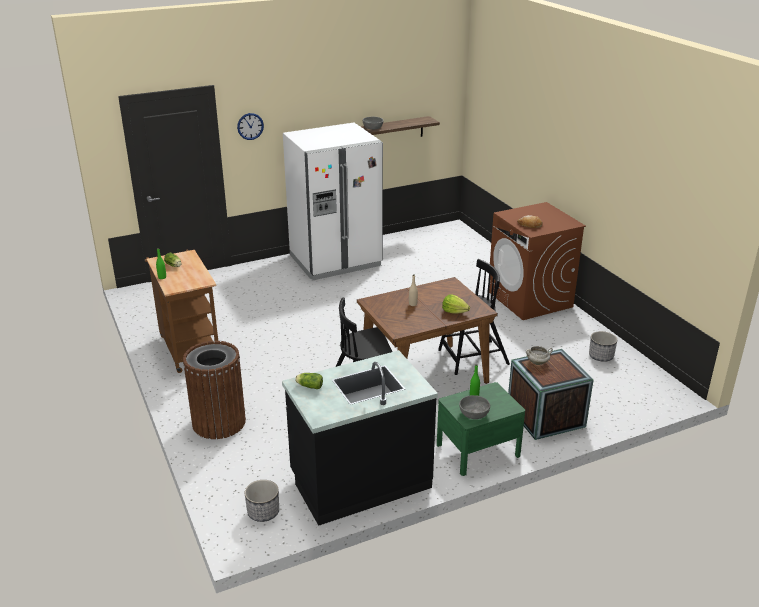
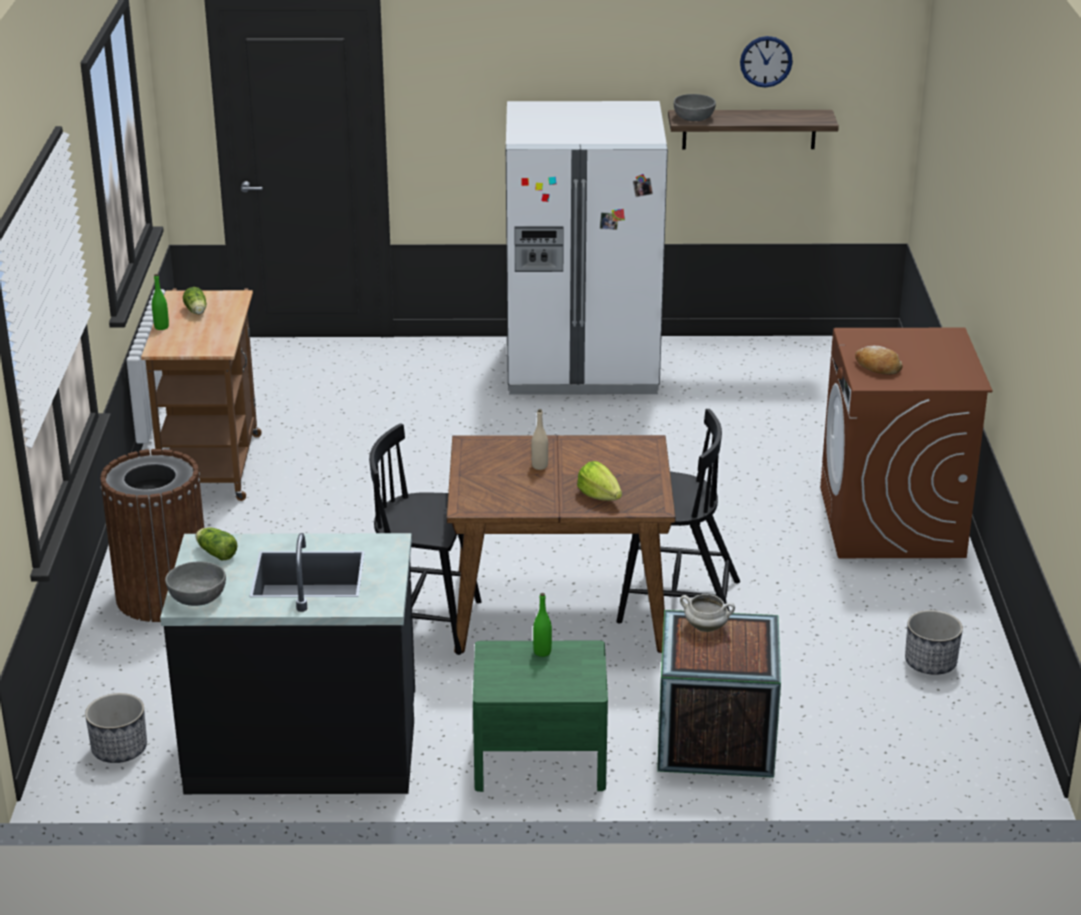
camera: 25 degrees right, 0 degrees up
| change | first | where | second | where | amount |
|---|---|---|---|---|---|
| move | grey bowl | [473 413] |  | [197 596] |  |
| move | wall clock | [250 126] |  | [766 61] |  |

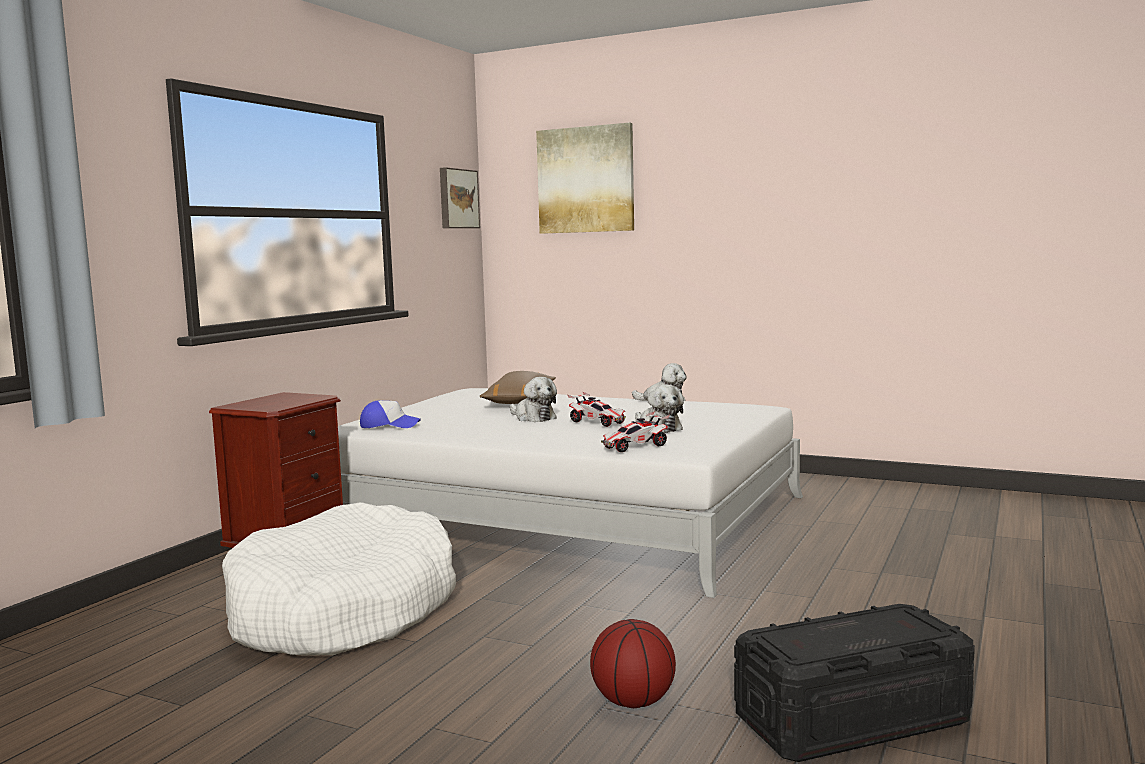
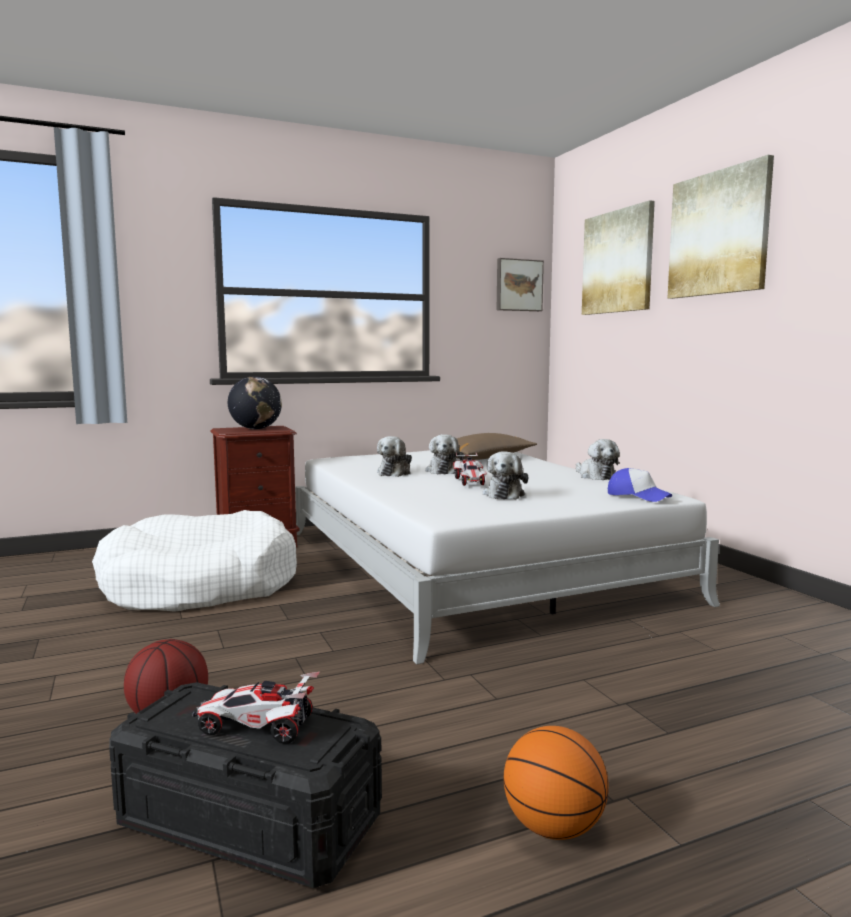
camera: 40 degrees right, 0 degrees up
| change | first | where | second | where | amount |
|---|---|---|---|---|---|
| move | toy car | [635 447] |  | [256 728] |  |
| insert |  |  | globe | [256 429] |  |
| insert |  |  | plush toy | [395 473] |  |
| insert |  |  | basketball | [553 827] |  |
| move | cap | [389 425] |  | [638 496] |  |
| insert |  |  | picture | [718 233] |  |

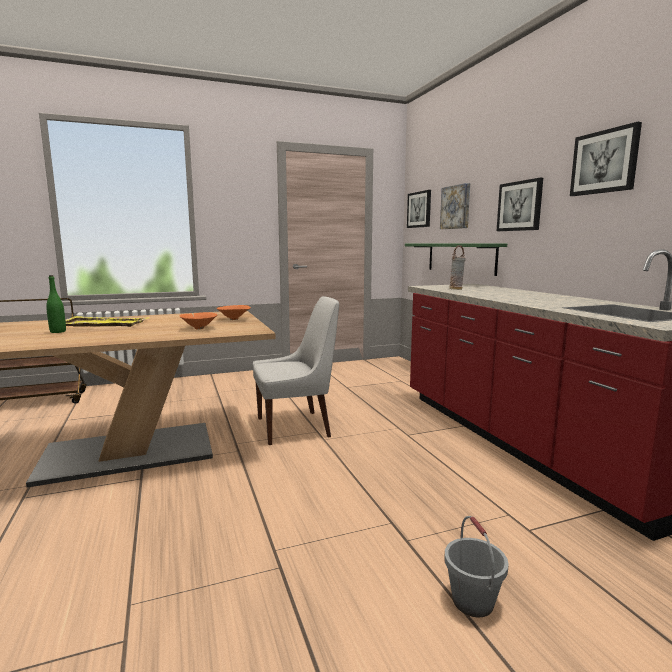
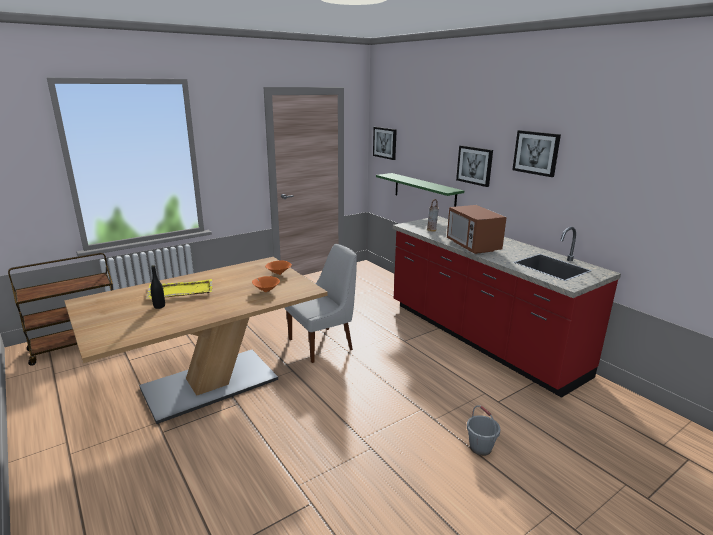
camera: 15 degrees left, 10 degrees up
| change | first | where | second | where | amount |
|---|---|---|---|---|---|
| recolor | green bottle | [58 331] | black bottle | [159 306] |  |
| insert |  |  | microwave | [472 246] |  |
| delete | picture | [456 207] |  |  |  |

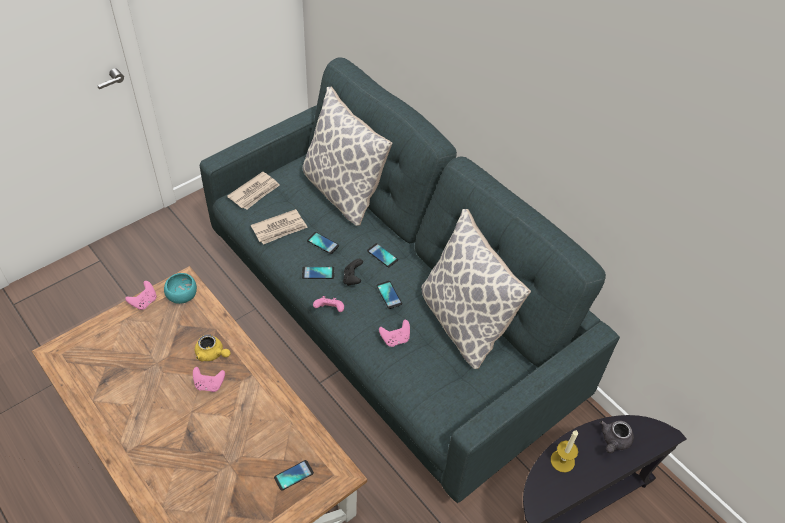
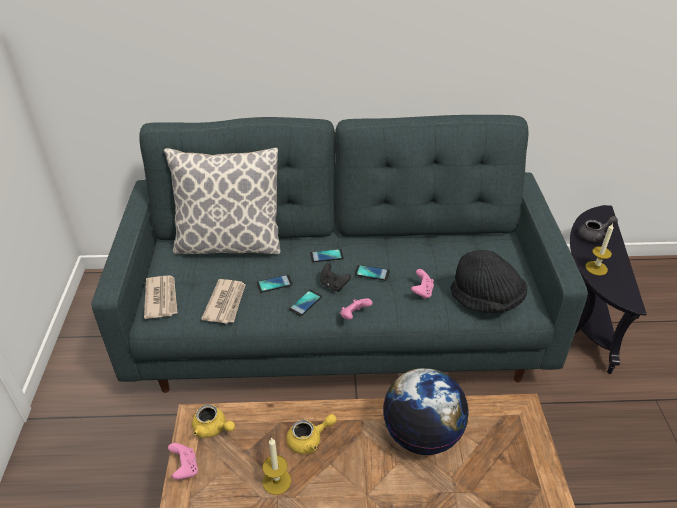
camera: 50 degrees left, 10 degrees down
| change | first | where | second | where | amount |
|---|---|---|---|---|---|
| replace | turquoise bowl | [183 296] | yellow teapot | [213 429] |  |
| insert |  |  | candle | [276 481] |  |
| insert |  |  | globe | [422 434] |  |
| insert |  |  | black hat | [486 300] |  |
| rotate | grey teapot | [614 441] |  | [594 236] | 90 degrees counterclockwise |
| delete | pink game controller | [209 385] |  |  |  |
| delete | phone | [293 475] |  |  |  |
| delete | pillow | [463 321] |  |  |  |

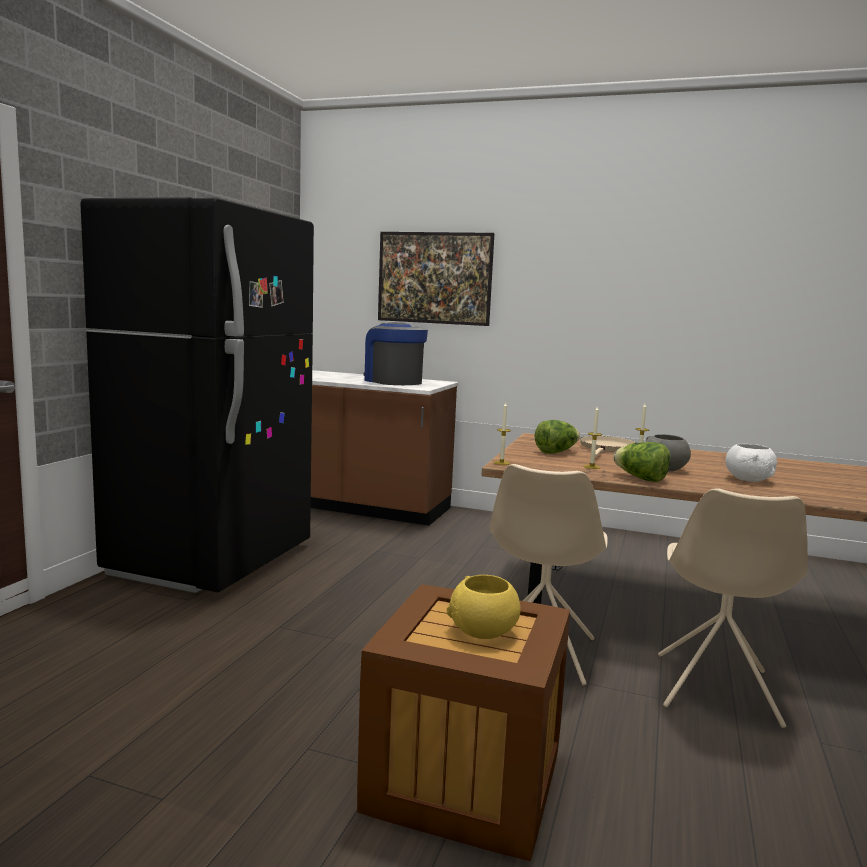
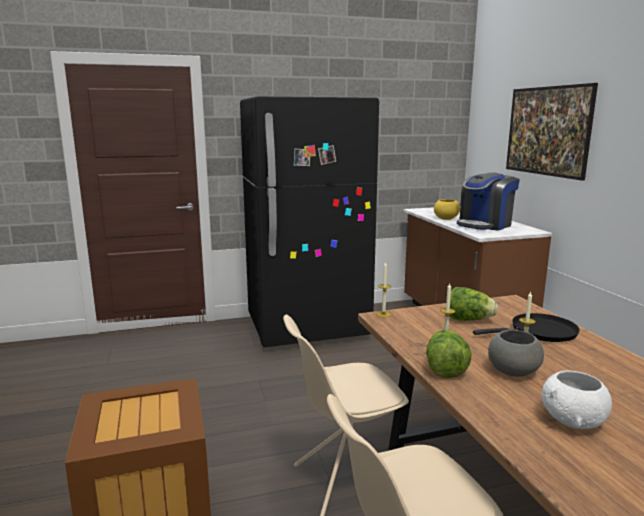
camera: 55 degrees right, 5 degrees up
| change | first | where | second | where | amount |
|---|---|---|---|---|---|
| move | yellow bowl | [483 632] |  | [446 218] |  |
| rotate | coffee machine | [392 381] |  | [485 225] | 150 degrees counterclockwise |
| recolor | beige frying pan | [607 448] | black frying pan | [539 332] |  |

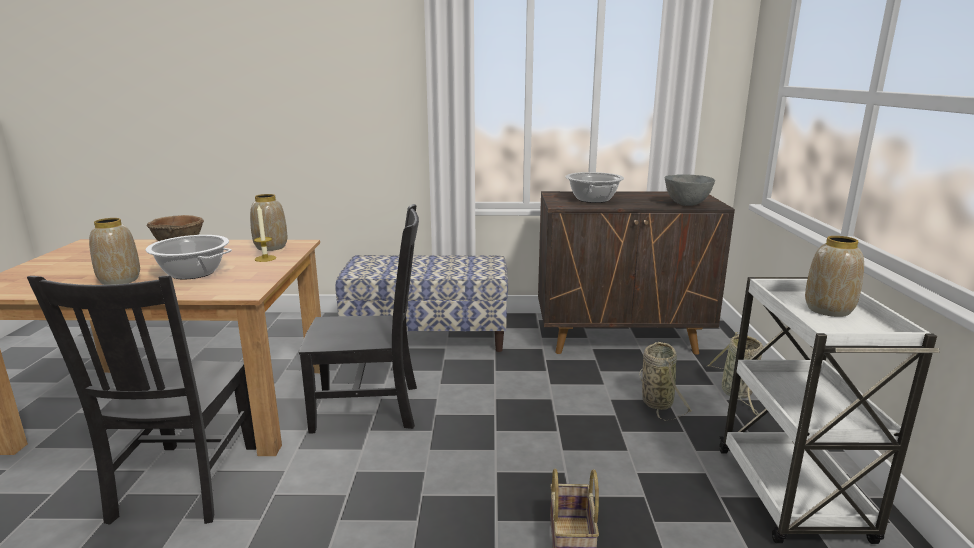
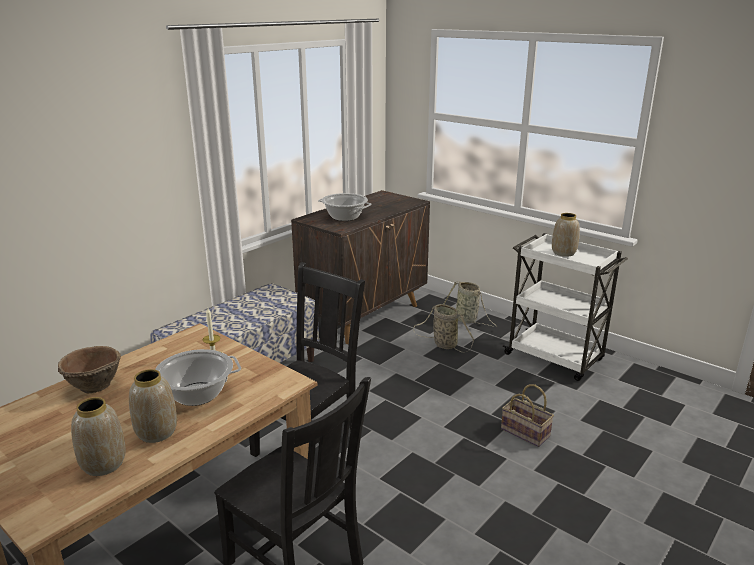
camera: 50 degrees left, 5 degrees up
| change | first | where | second | where | amount |
|---|---|---|---|---|---|
| move | vase | [271 247] |  | [104 464] |  |
| delete | grey bowl | [687 204] |  |  |  |

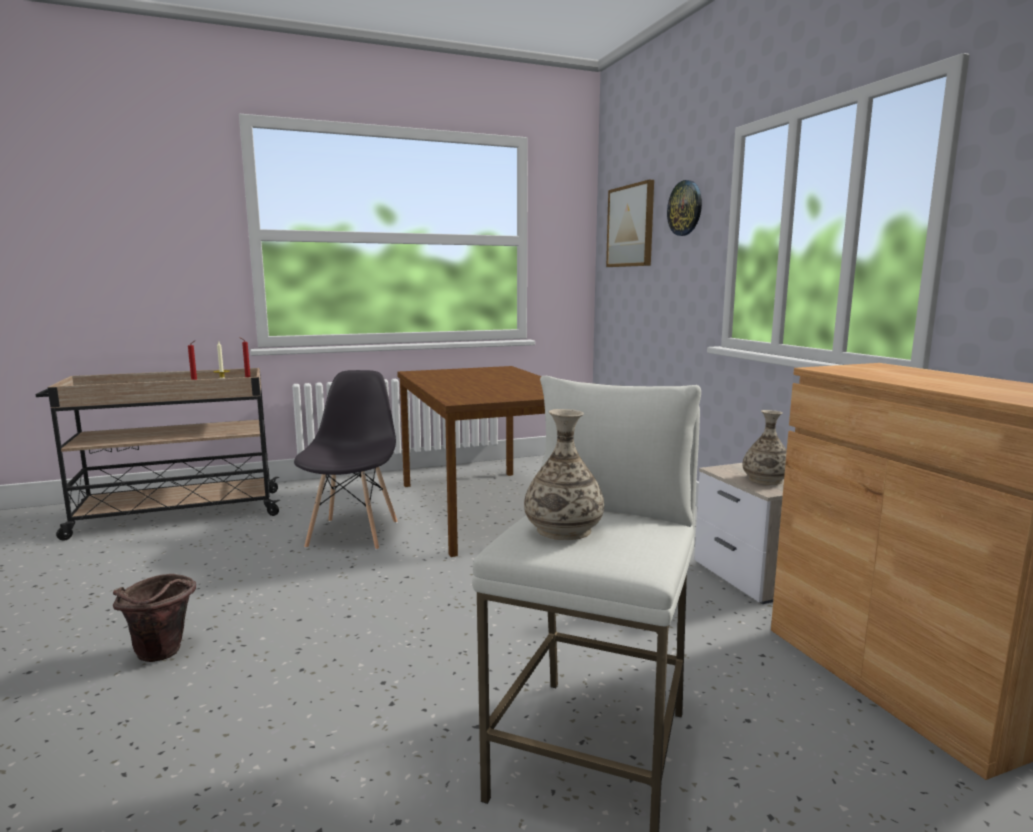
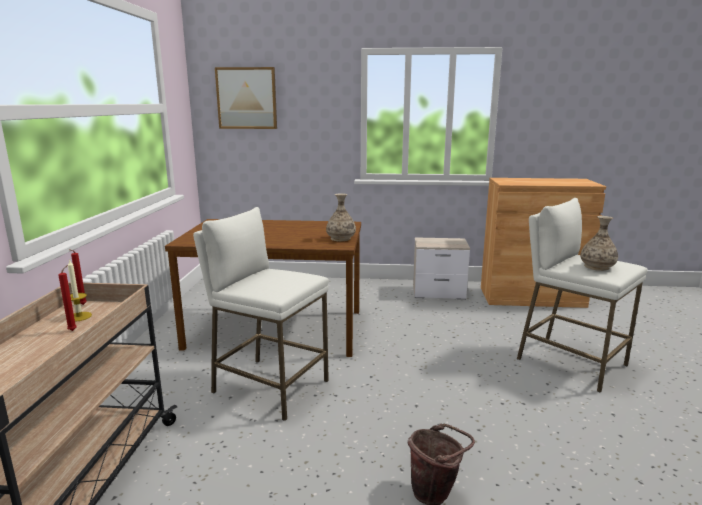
camera: 65 degrees left, 5 degrees up
| change | first | where | second | where | amount |
|---|---|---|---|---|---|
| replace | grey chair | [353 534] | white stool | [269 387] |  |
| move | vase | [765 480] |  | [341 238] |  |
| delete | wall clock | [685 208] |  |  |  |

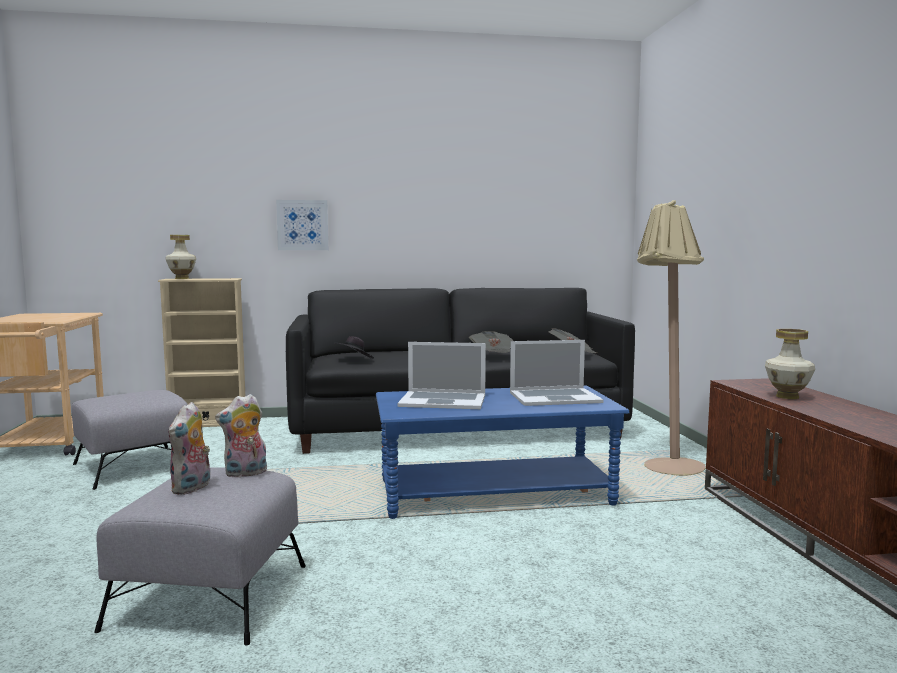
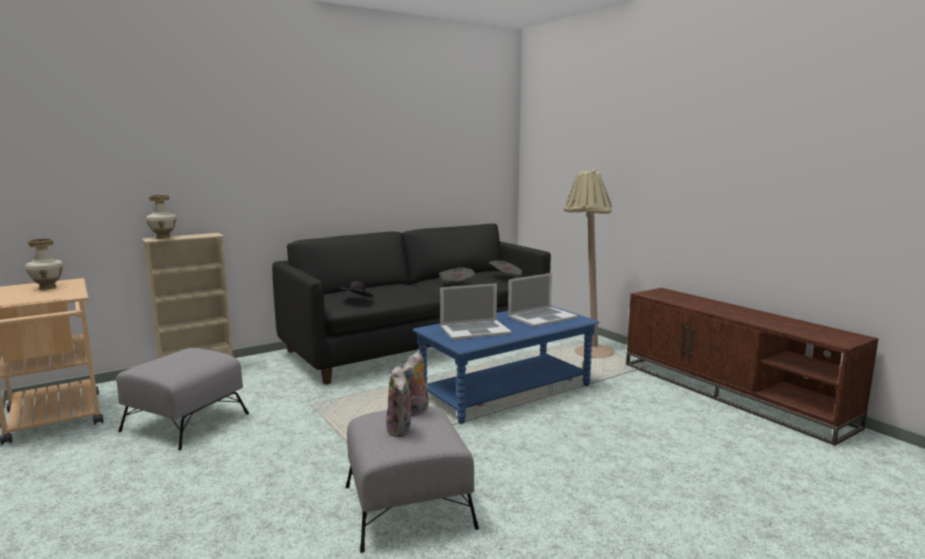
camera: 25 degrees left, 5 degrees up
| change | first | where | second | where | amount |
|---|---|---|---|---|---|
| move | vase | [786 396] |  | [47 287] |  |
| delete | picture | [302 225] |  |  |  |

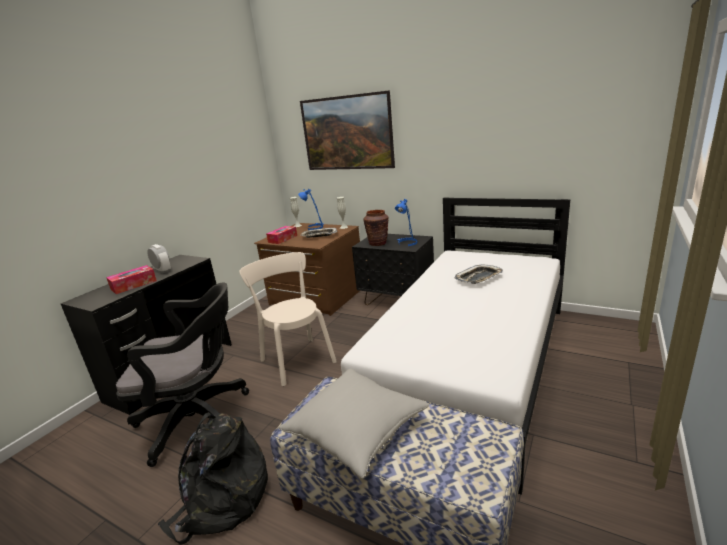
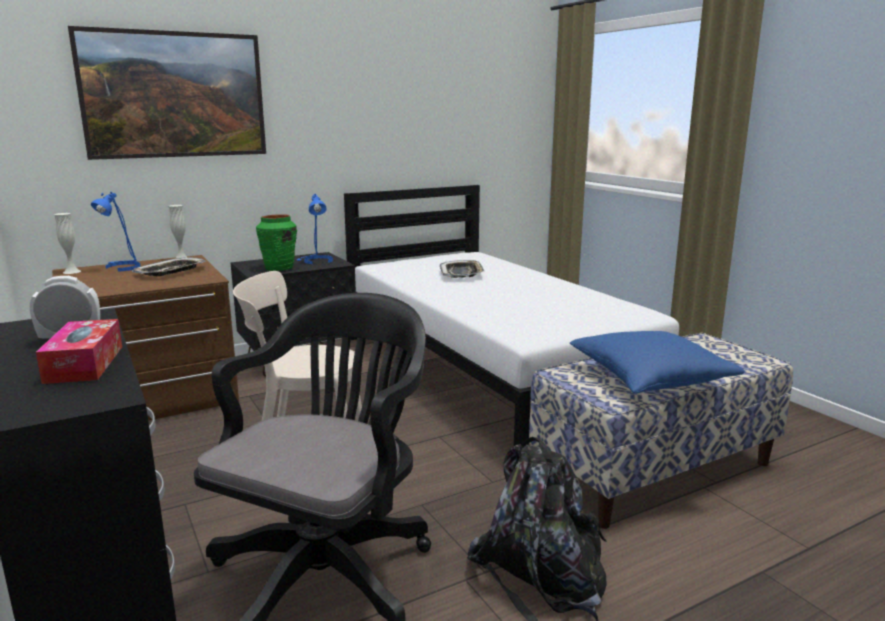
camera: 60 degrees left, 5 degrees down
| change | first | where | second | where | amount |
|---|---|---|---|---|---|
| recolor | brown vase | [378 243] | green vase | [279 268] |  |
| recolor | grey pillow | [356 430] | blue pillow | [650 378] |  |
| delete | tissue box | [282 239] |  |  |  |

